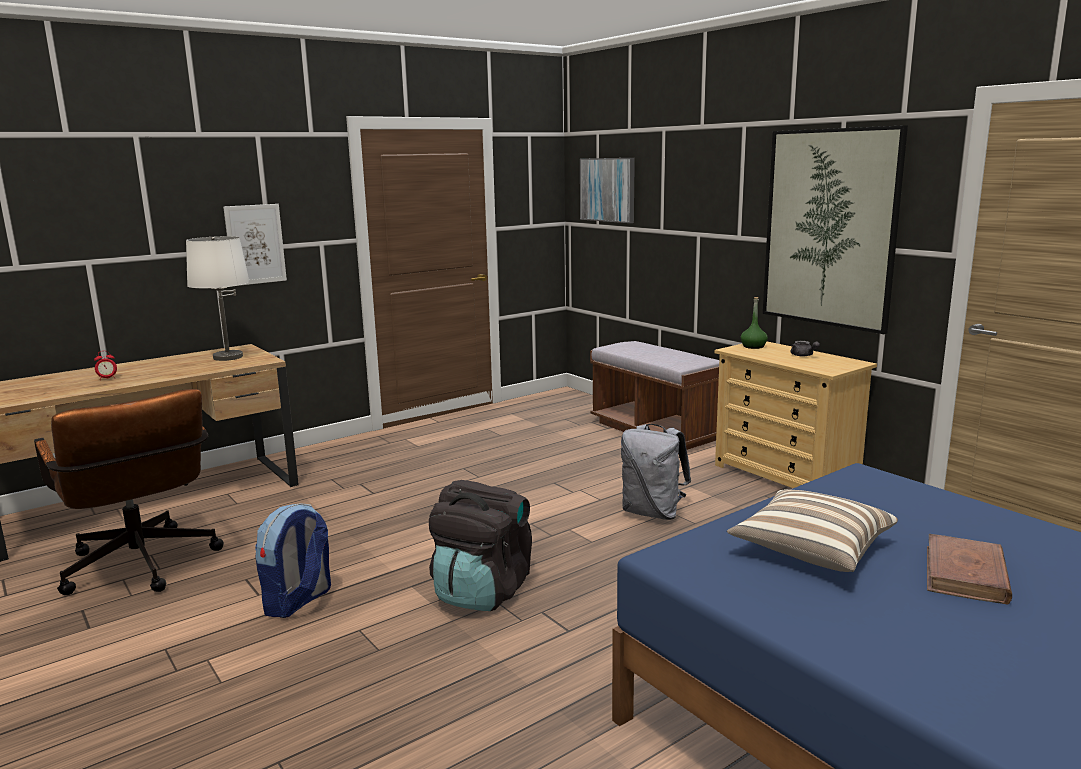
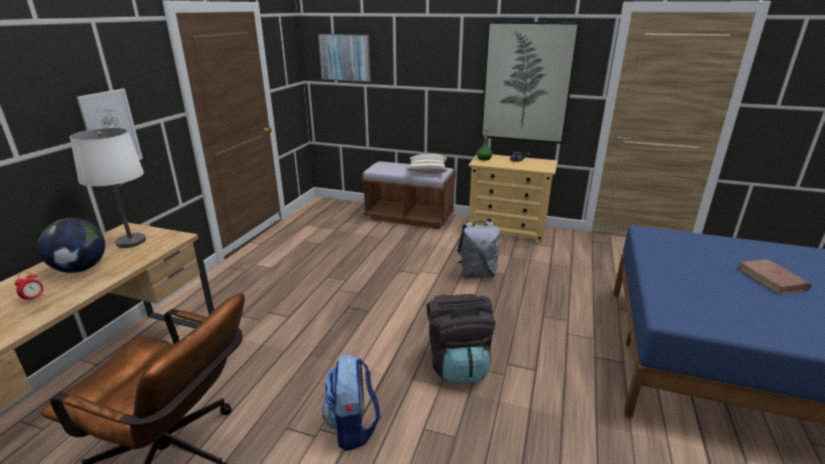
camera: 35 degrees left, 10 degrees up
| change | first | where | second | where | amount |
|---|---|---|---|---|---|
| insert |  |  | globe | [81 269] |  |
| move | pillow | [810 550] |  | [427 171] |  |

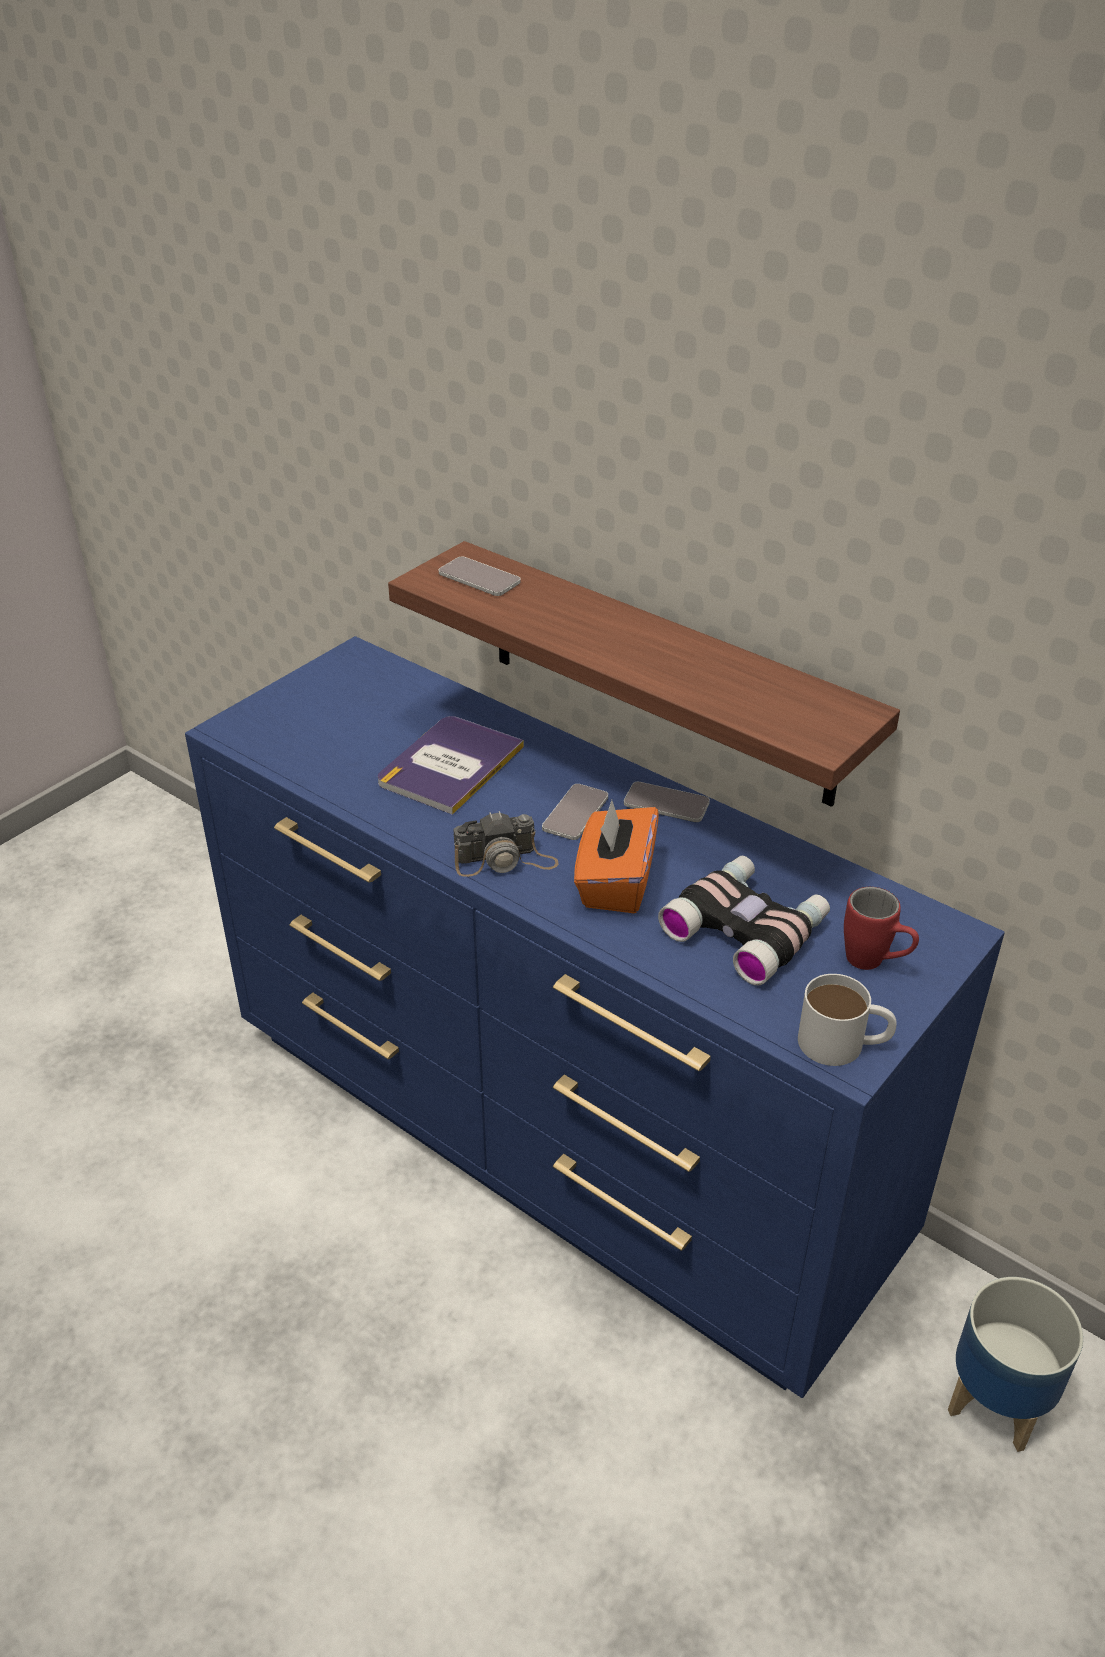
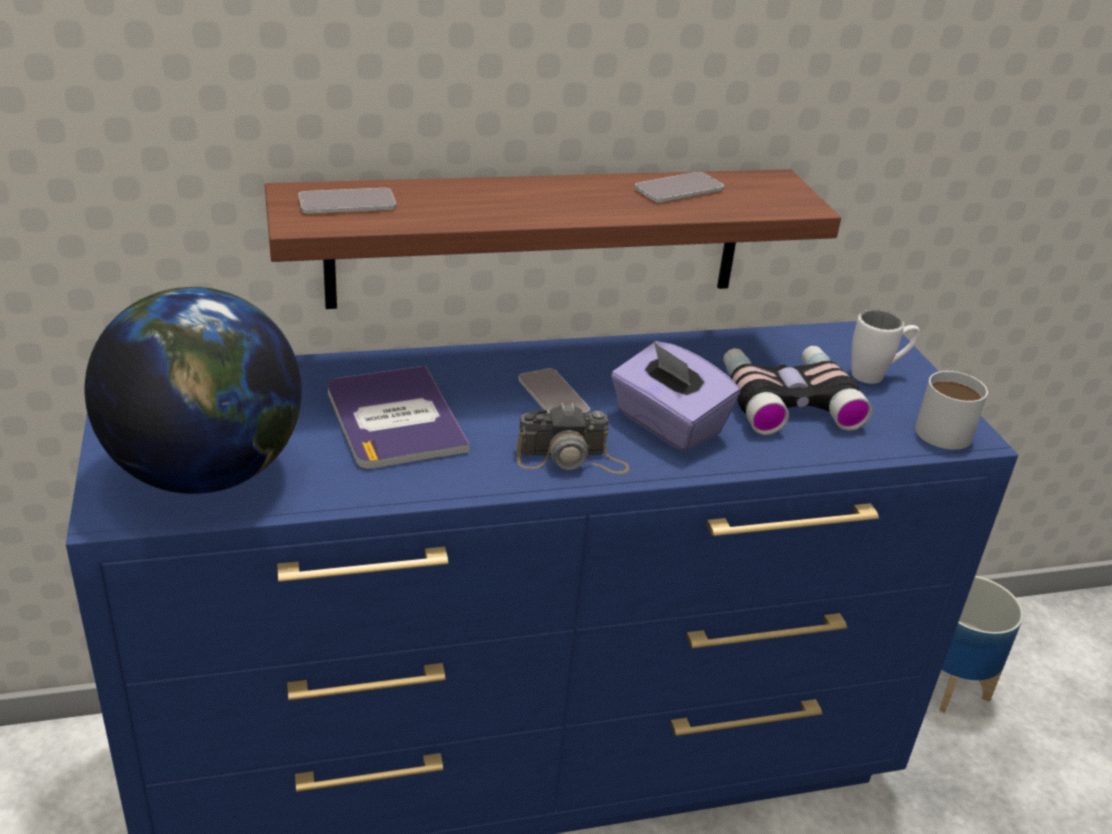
camera: 55 degrees left, 5 degrees down
| change | first | where | second | where | amount |
|---|---|---|---|---|---|
| insert |  |  | globe | [206 472] |  |
| rotate | photo camera | [505 860] |  | [571 458] | 60 degrees clockwise |
| recolor | orange tissue box | [615 883] | purple tissue box | [667 424] |  |
| move | phone | [666 803] |  | [679 189] |  |
| recolor | red mug | [875 963] | white mug | [877 375] |  |

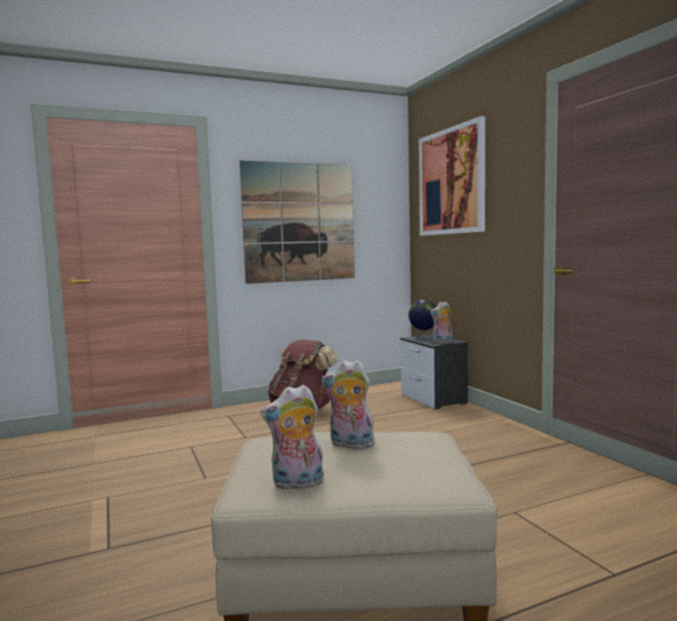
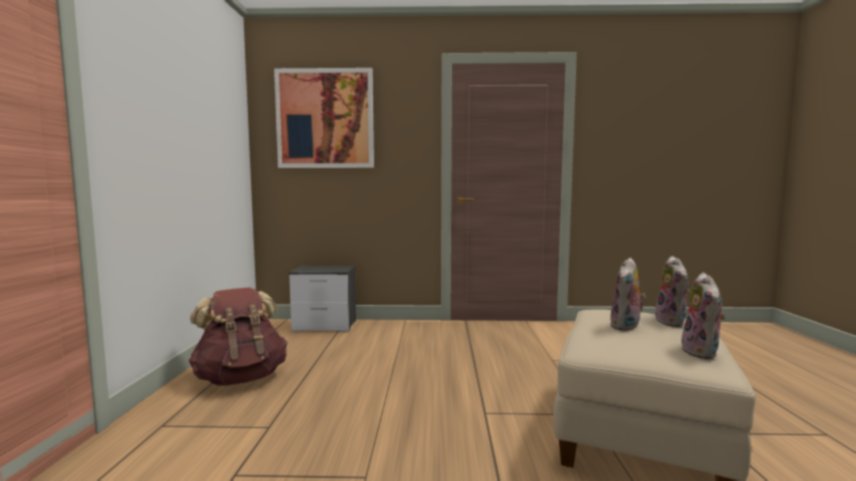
camera: 65 degrees left, 0 degrees up
| change | first | where | second | where | amount |
|---|---|---|---|---|---|
| move | plush toy | [442 342] |  | [672 322] |  |
| delete | picture | [299 222] |  |  |  |
| delete | globe | [423 338] |  |  |  |

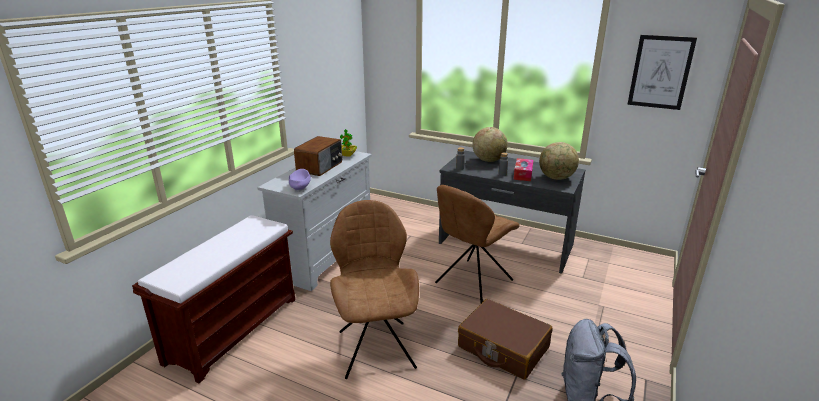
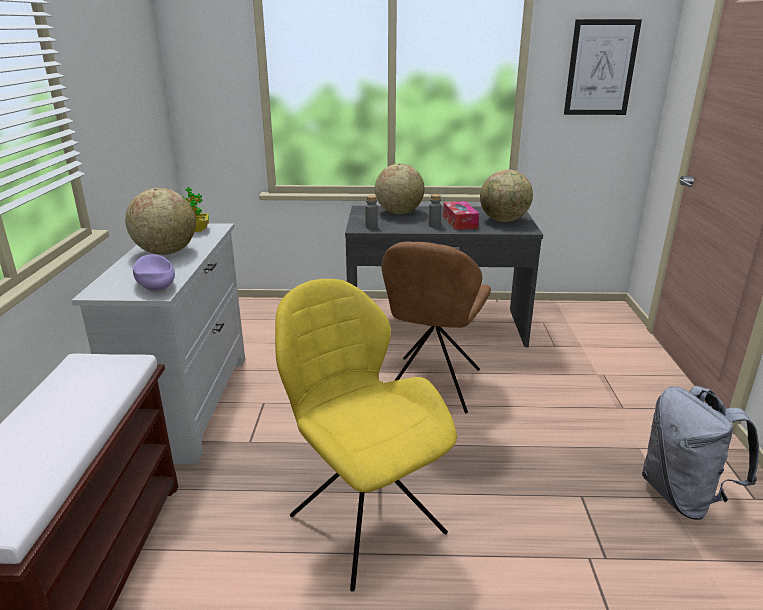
camera: 25 degrees left, 0 degrees up
| change | first | where | second | where | amount |
|---|---|---|---|---|---|
| replace | radio | [320 167] | globe | [166 252] |  |
| recolor | brown chair | [376 347] | yellow chair | [363 521] |  |
| delete | brown suitcase | [503 347] |  |  |  |

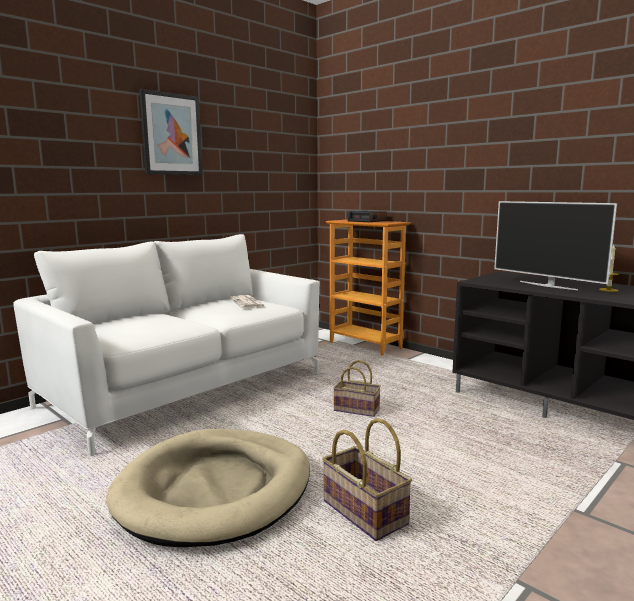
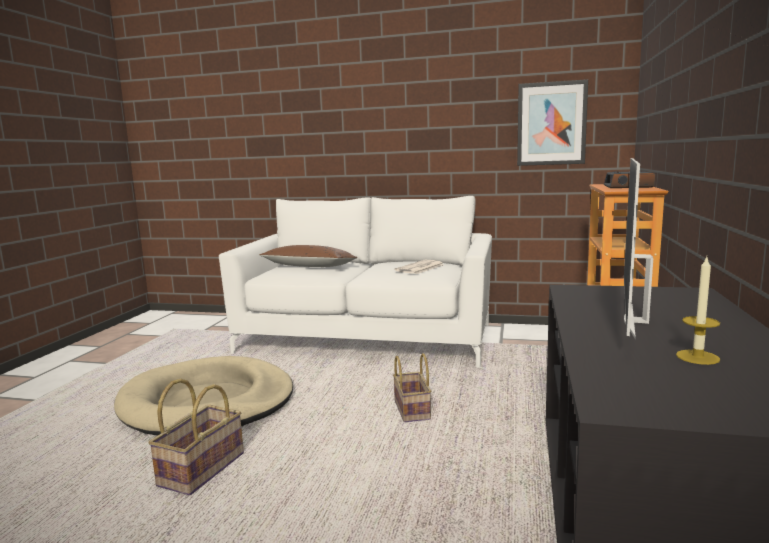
camera: 60 degrees right, 0 degrees up
| change | first | where | second | where | amount |
|---|---|---|---|---|---|
| insert |  |  | brown pillow | [309 267] |  |
| move | picture | [171 134] |  | [551 123] |  |

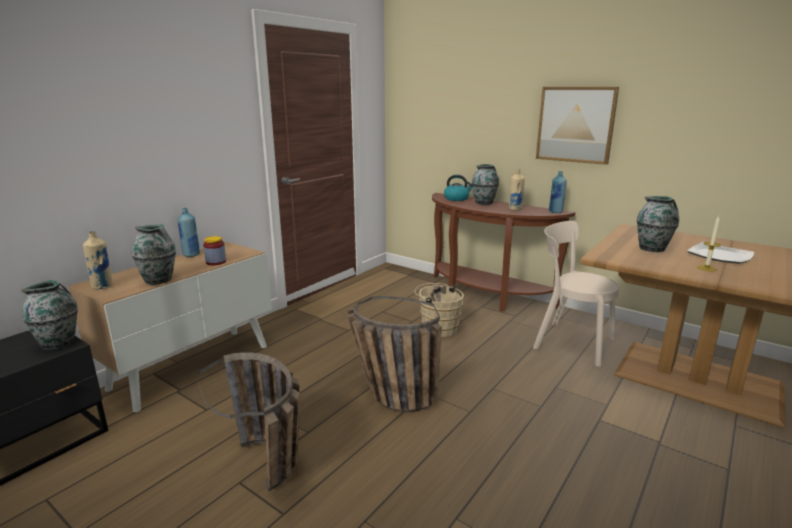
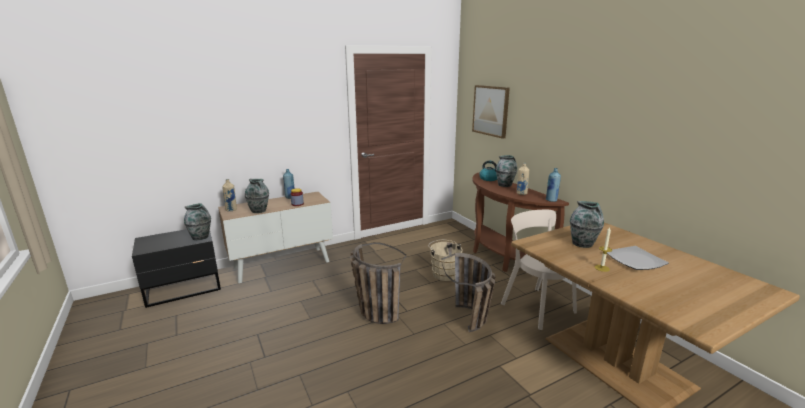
camera: 25 degrees right, 0 degrees up
| change | first | where | second | where | amount |
|---|---|---|---|---|---|
| move | basket | [272 472] |  | [472 324] |  |
| move | picture | [575 124] |  | [491 110] |  |

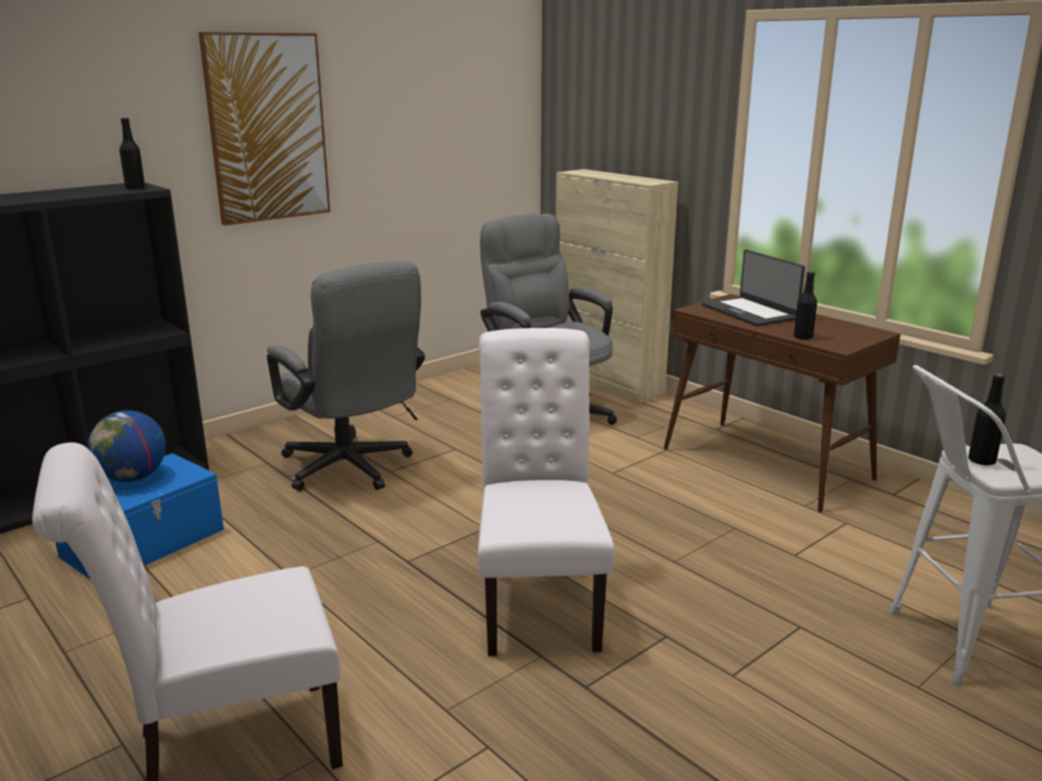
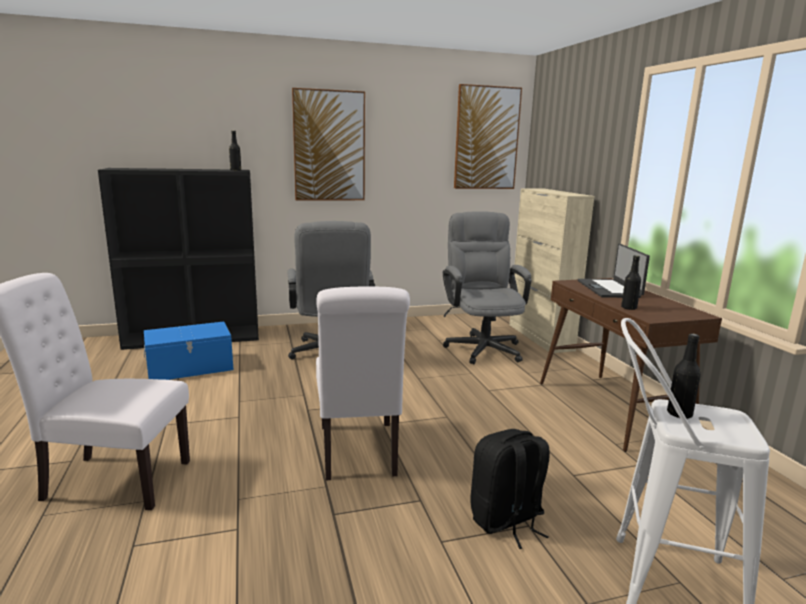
camera: 25 degrees right, 5 degrees down
| change | first | where | second | where | amount |
|---|---|---|---|---|---|
| rotate | white chair | [538 601] |  | [359 453] | 150 degrees clockwise |
| insert |  |  | picture | [486 138] |  |
| insert |  |  | black backpack | [506 521] |  |
| delete | globe | [133 478] |  |  |  |

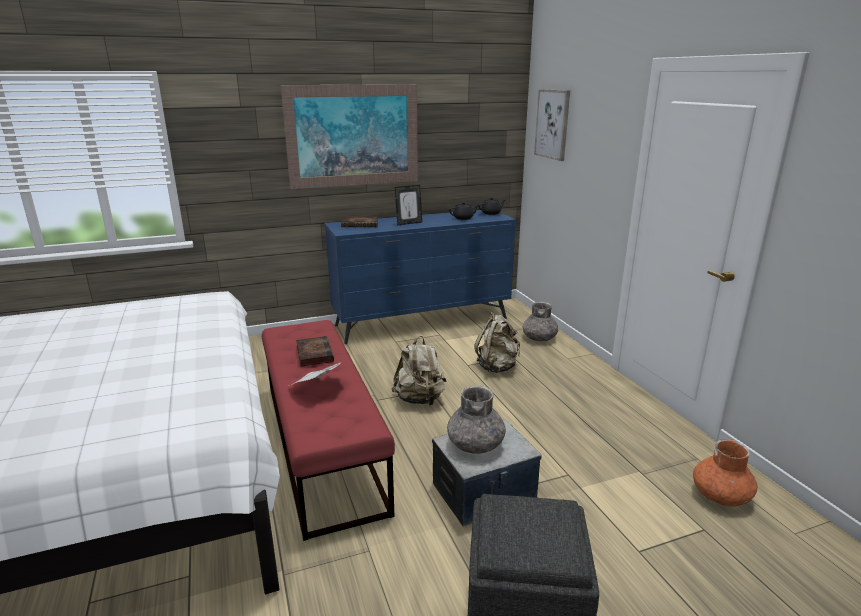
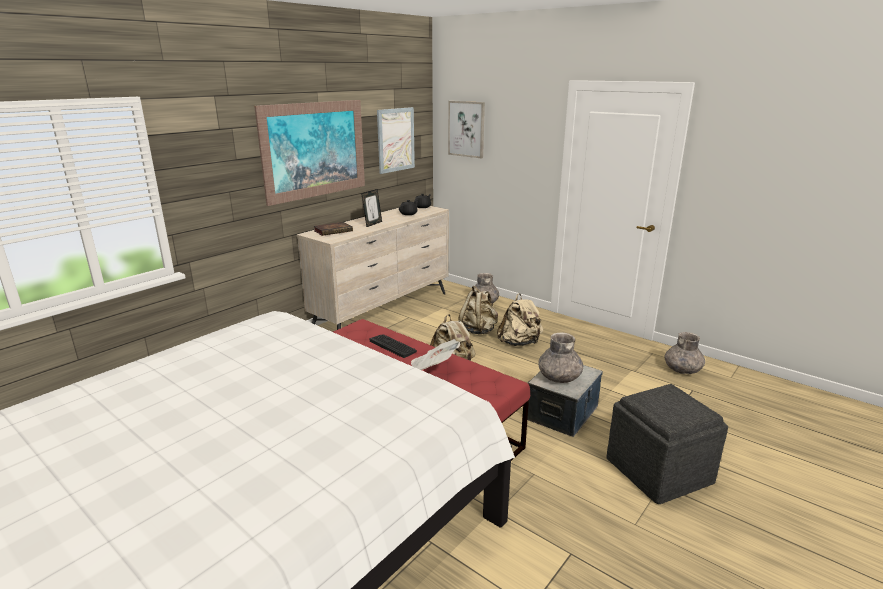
camera: 30 degrees left, 0 degrees up
| change | first | where | second | where | amount |
|---|---|---|---|---|---|
| recolor | blue dresser | [423 322] | beige dresser | [384 311] |  |
| replace | book | [314 353] | keyboard | [393 346] |  |
| insert |  |  | picture | [395 140] |  |
| insert |  |  | beige backpack | [519 343] |  |
| recolor | orange vase | [720 496] | grey vase | [682 370] |  |

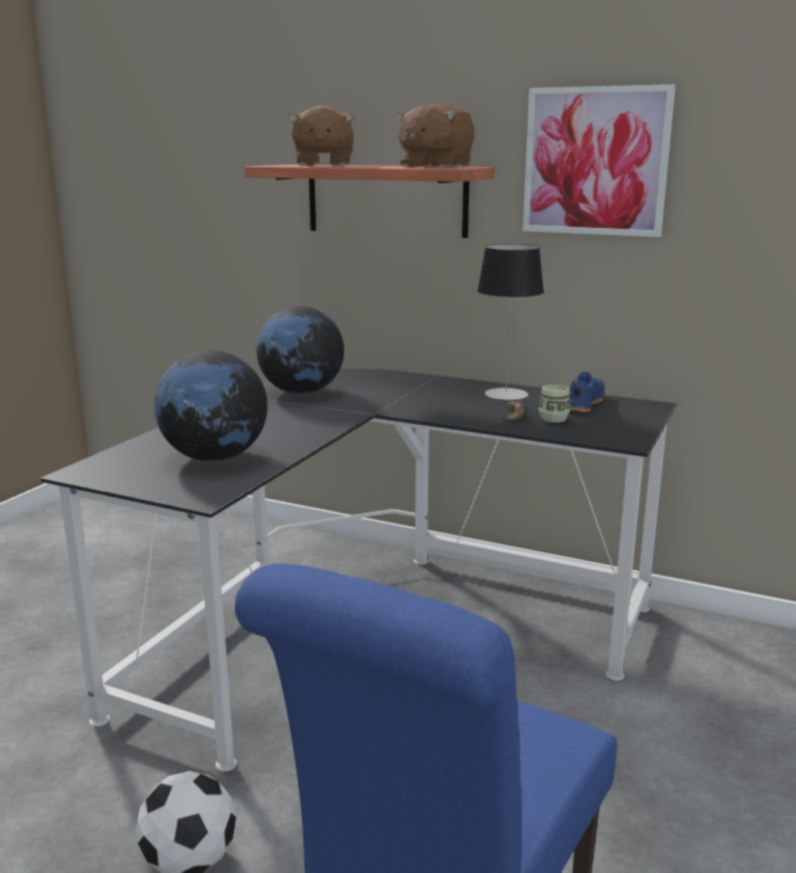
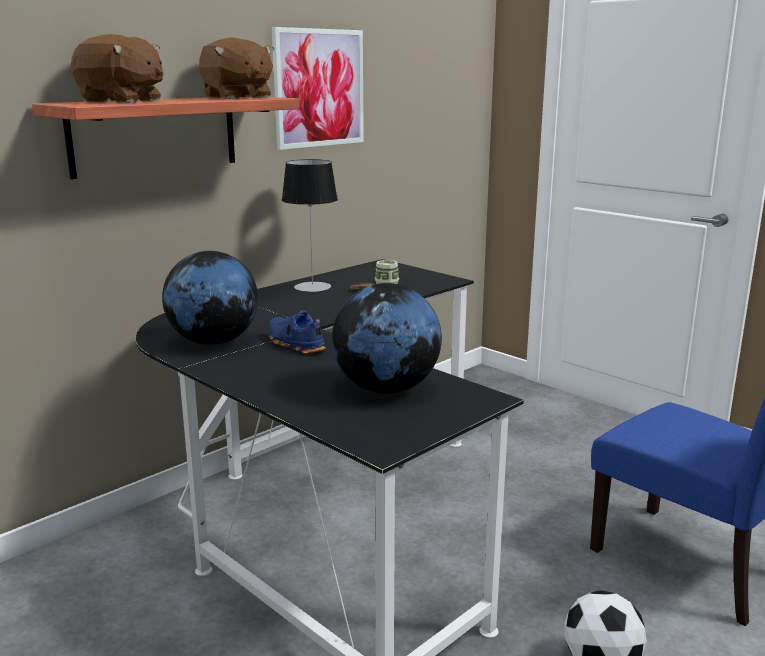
camera: 70 degrees left, 0 degrees up
| change | first | where | second | where | amount |
|---|---|---|---|---|---|
| move | blue shoe | [583 403] |  | [294 344] |  |

